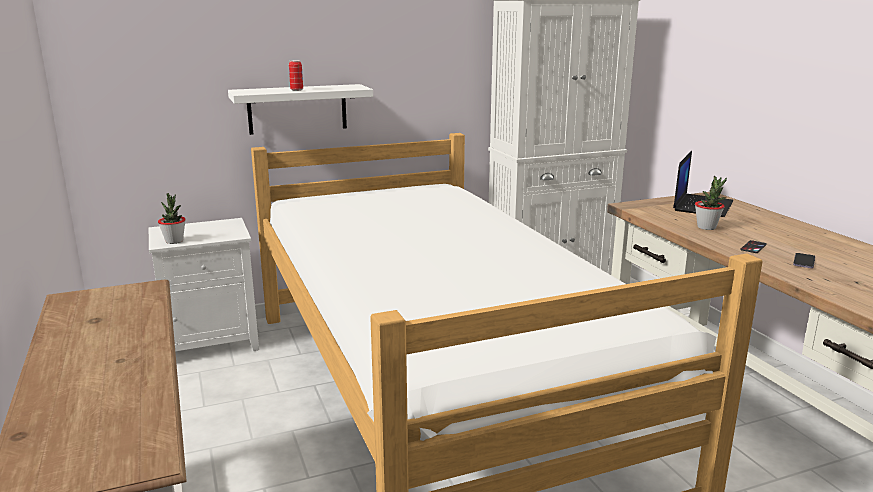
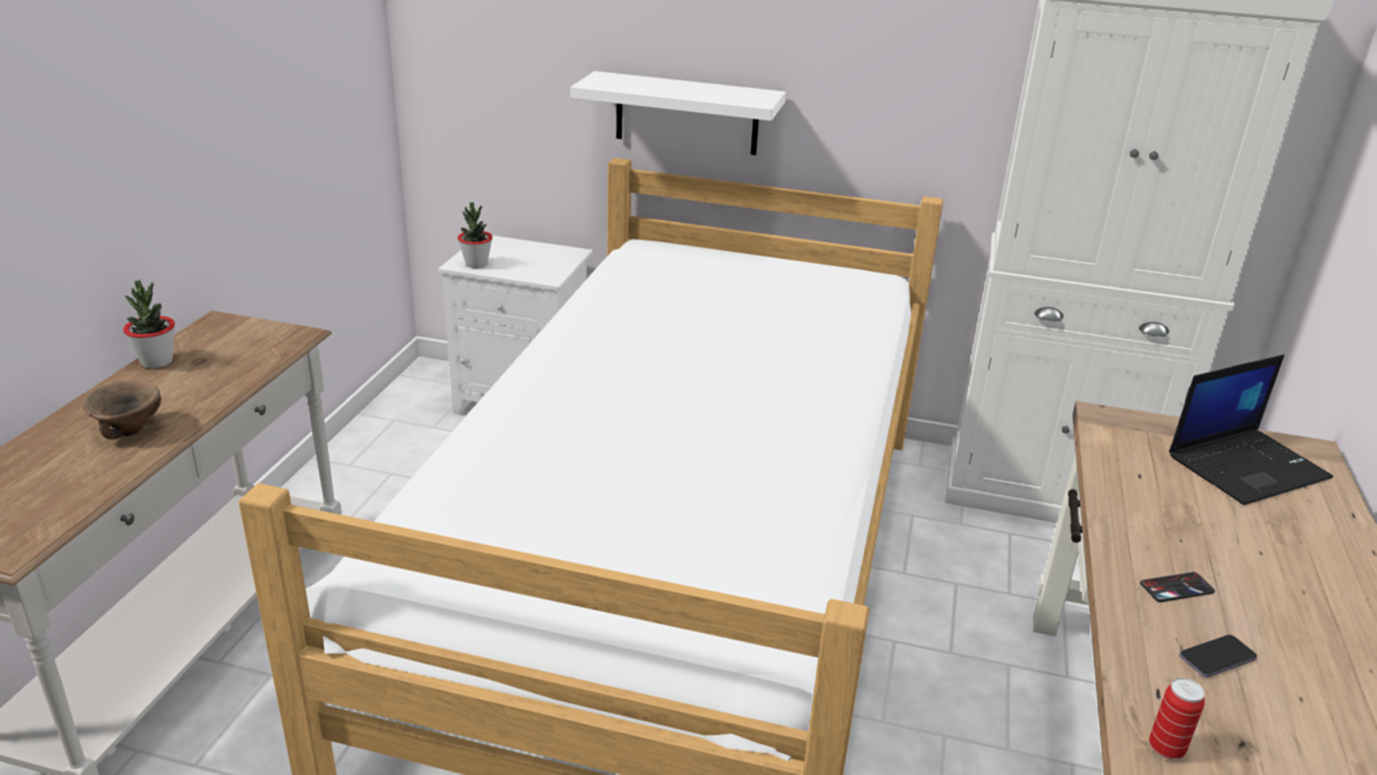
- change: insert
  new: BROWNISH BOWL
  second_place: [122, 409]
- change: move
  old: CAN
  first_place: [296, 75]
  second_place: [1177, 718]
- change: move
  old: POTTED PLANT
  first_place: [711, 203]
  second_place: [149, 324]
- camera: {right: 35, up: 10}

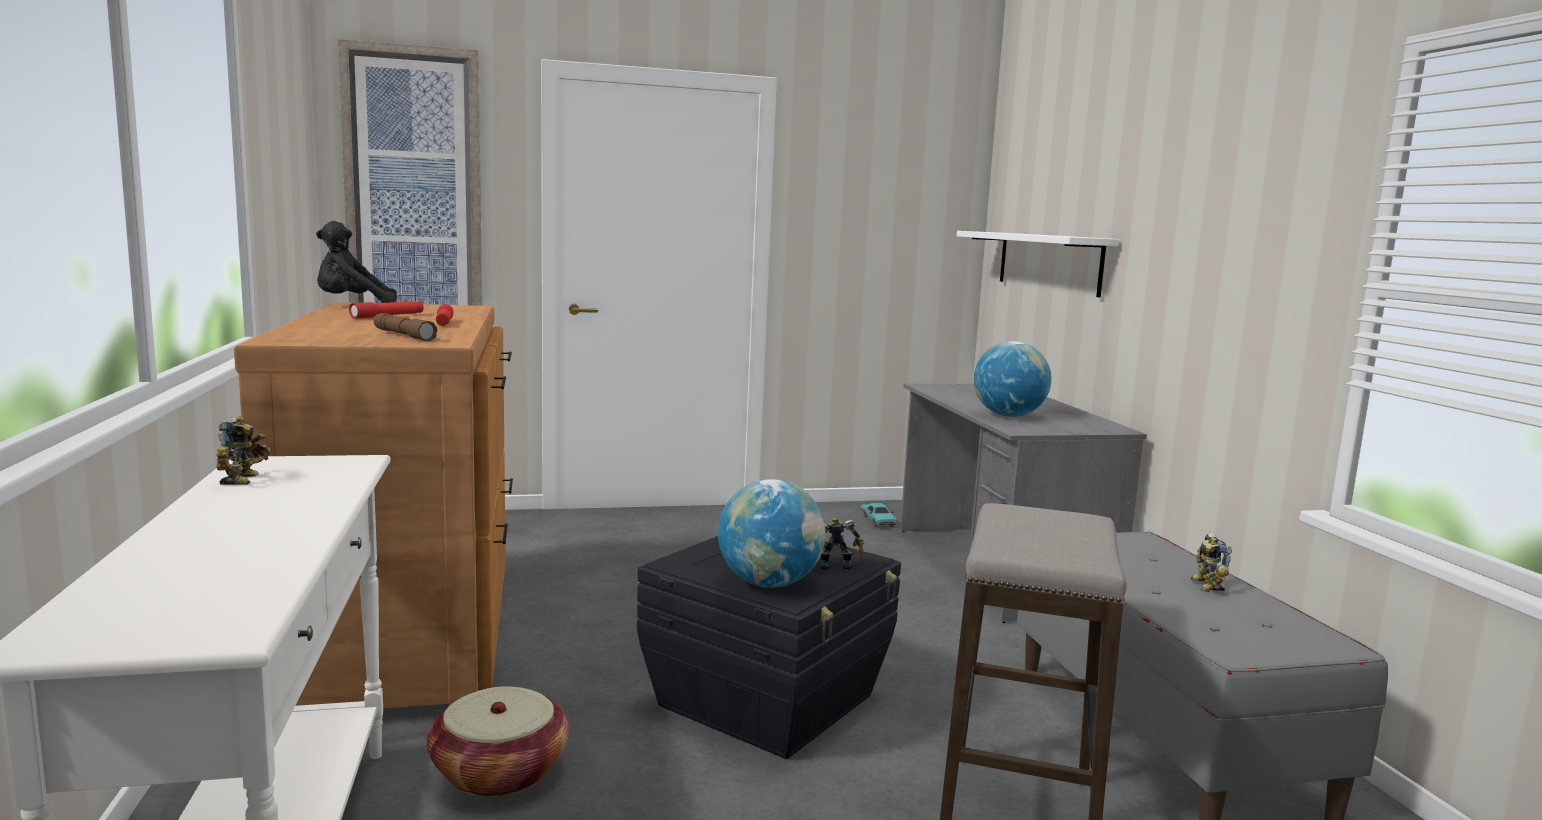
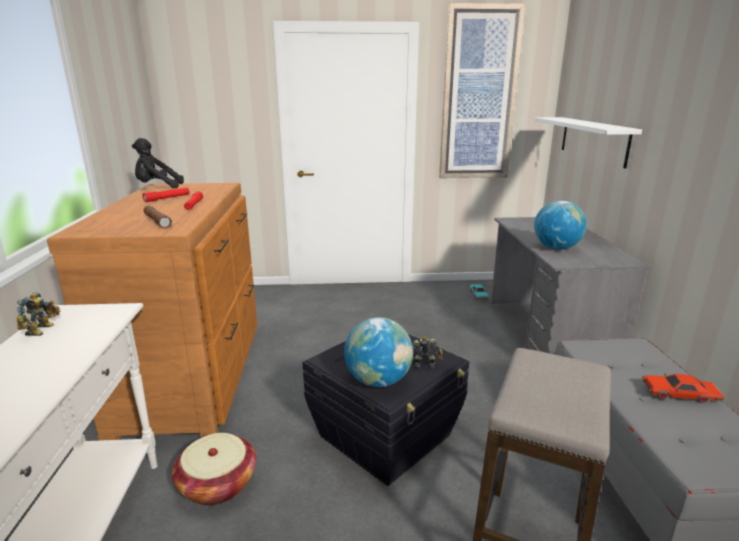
- change: move
  old: WALL PICTURE
  first_place: [410, 172]
  second_place: [482, 90]
- change: replace
  old: TOY ROBOT
  new: RED-COLOURED TOY CAR
  first_place: [1211, 561]
  second_place: [683, 388]
- camera: {right: 10, up: 10}

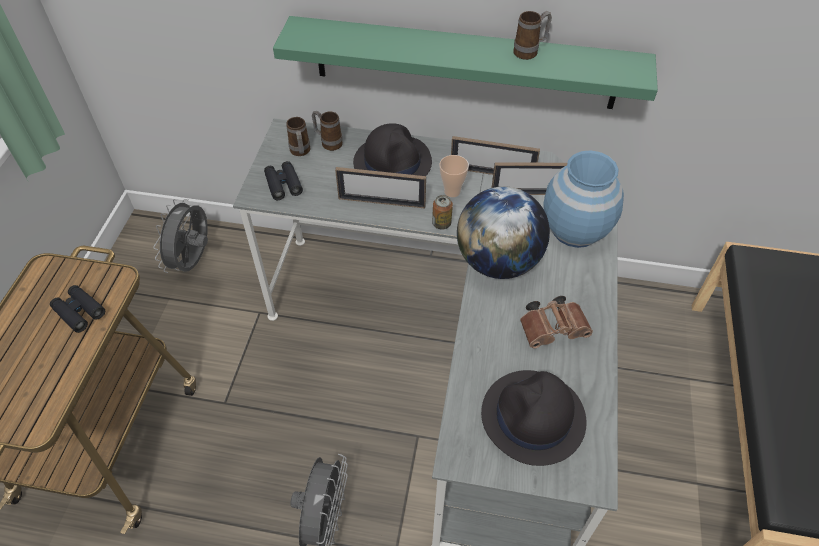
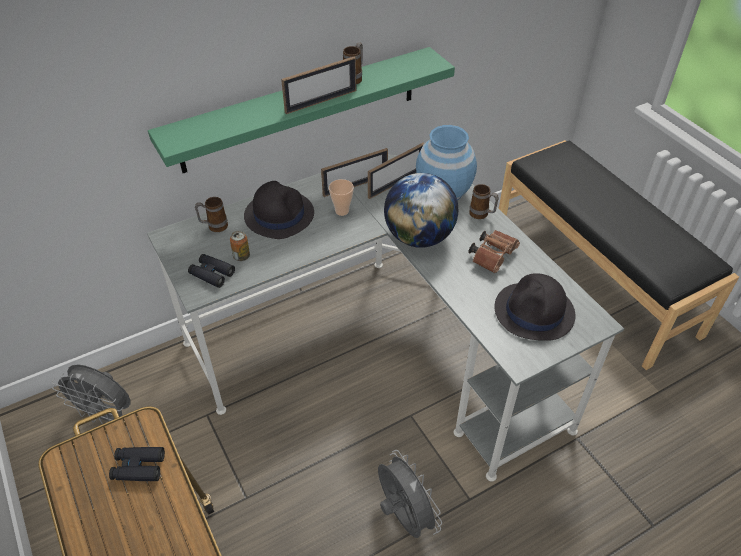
- change: move
  old: MUG
  first_place: [298, 136]
  second_place: [484, 201]
- change: move
  old: PHOTO FRAME
  first_place: [380, 188]
  second_place: [318, 85]
- change: move
  old: CAN
  first_place: [442, 212]
  second_place: [240, 246]
- change: rotate
  old: GRAY ELECTRIC FAN
  first_place: [180, 236]
  second_place: [91, 394]
  degrees: -45
- camera: {right: -40, up: -5}

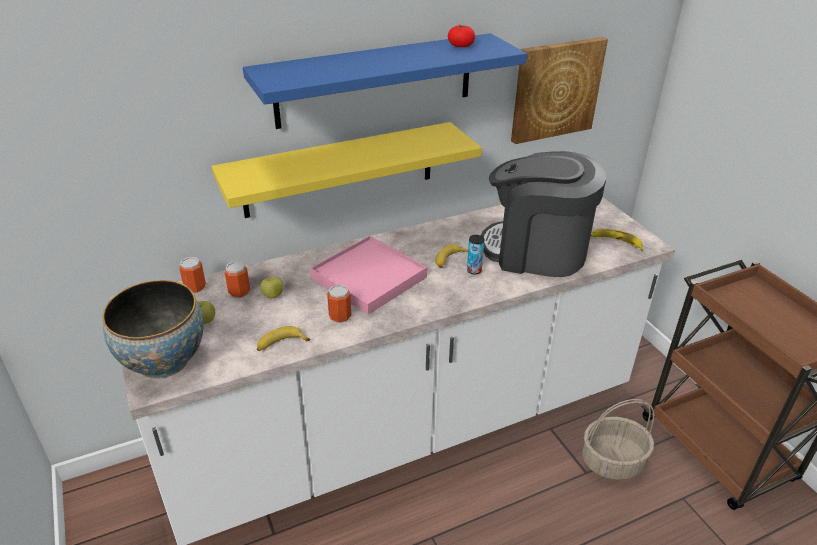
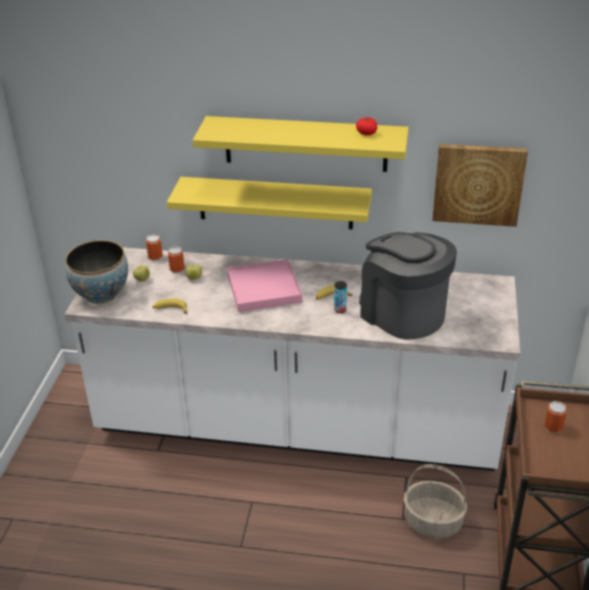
- change: delete
  old: BANANA
  first_place: [617, 240]
- change: move
  old: CAN
  first_place: [339, 303]
  second_place: [555, 417]
- change: recolor
  old: BLUISH BRACKET SHELF
  new: YELLOW-COLOURED BRACKET SHELF
  first_place: [385, 81]
  second_place: [301, 144]
- camera: {right: 35, up: 0}

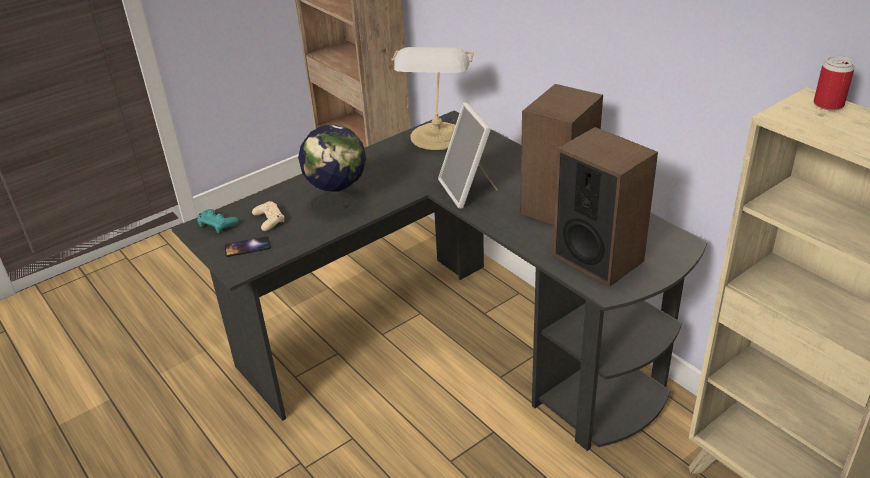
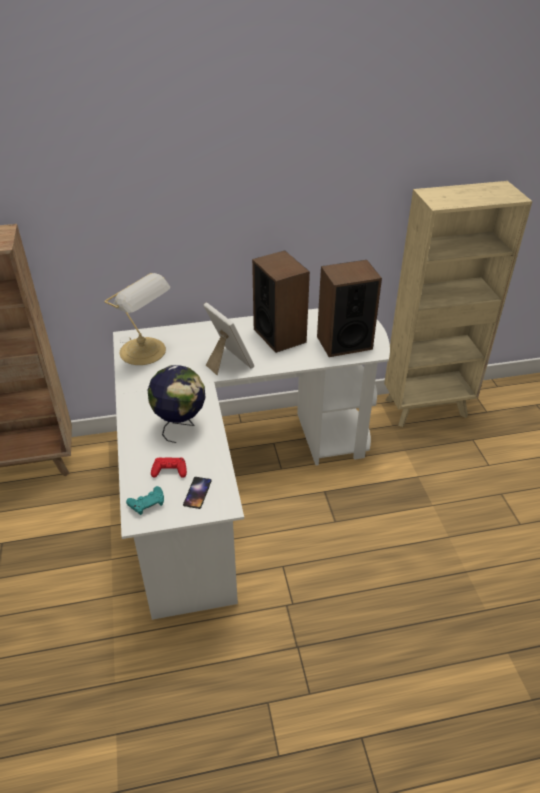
- change: delete
  old: CAN
  first_place: [834, 83]
- change: recolor
  old: BLACKISH DESK
  new: WHITE-COLOURED DESK
  first_place: [439, 280]
  second_place: [251, 464]
- change: recolor
  old: BEIGE-COLOURED GAME CONTROLLER
  new: RED-COLOURED GAME CONTROLLER
  first_place: [268, 216]
  second_place: [169, 467]
- change: rotate
  old: PHOTO FRAME
  first_place: [467, 155]
  second_place: [228, 338]
  degrees: -135
- camera: {right: -65, up: 5}

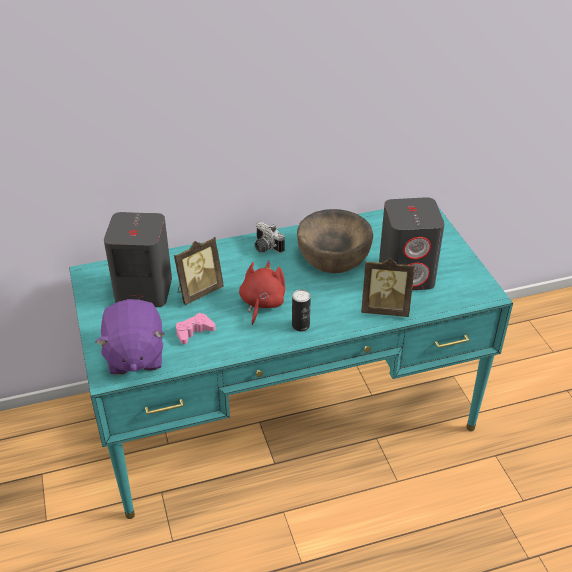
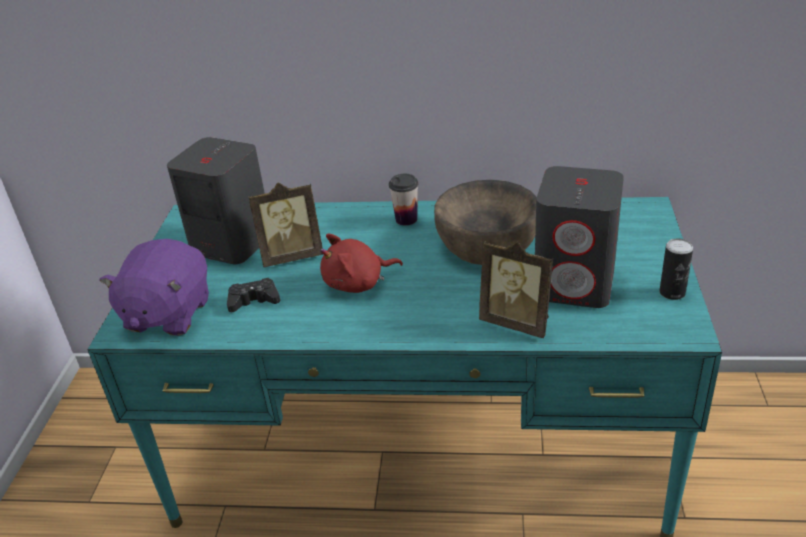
- change: move
  old: CAN
  first_place: [301, 310]
  second_place: [676, 269]
- change: replace
  old: STILL CAMERA
  new: SMALL CUP
  first_place: [270, 237]
  second_place: [403, 200]
- change: recolor
  old: PINKISH GAME CONTROLLER
  new: BLACKISH GAME CONTROLLER
  first_place: [196, 328]
  second_place: [253, 295]
- change: rotate
  old: RED-COLOURED SOFT TOY
  first_place: [262, 293]
  second_place: [361, 263]
  degrees: -150
- camera: {right: 25, up: -5}

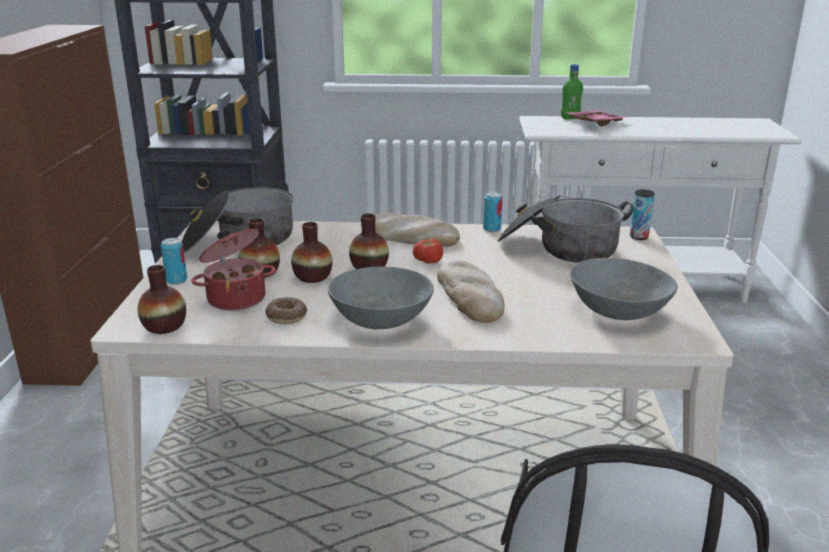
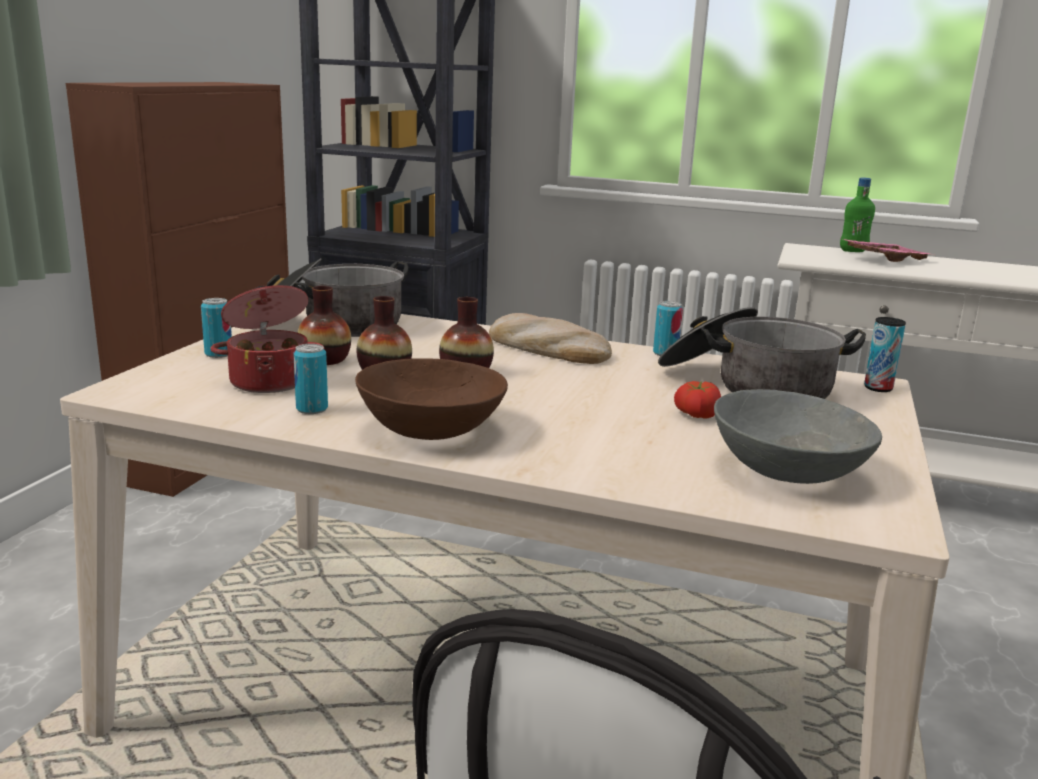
- change: delete
  old: DECORATIVE VASE
  first_place: [161, 299]
- change: delete
  old: BAKERY BREAD
  first_place: [471, 291]
- change: move
  old: FRESH TOMATO
  first_place: [428, 251]
  second_place: [697, 400]
- change: replace
  old: DOUGHNUT
  new: CAN
  first_place: [286, 310]
  second_place: [310, 379]
- change: recolor
  old: GRAY BOWL
  new: BROWNISH BOWL
  first_place: [381, 298]
  second_place: [431, 399]
- camera: {right: 15, up: -5}

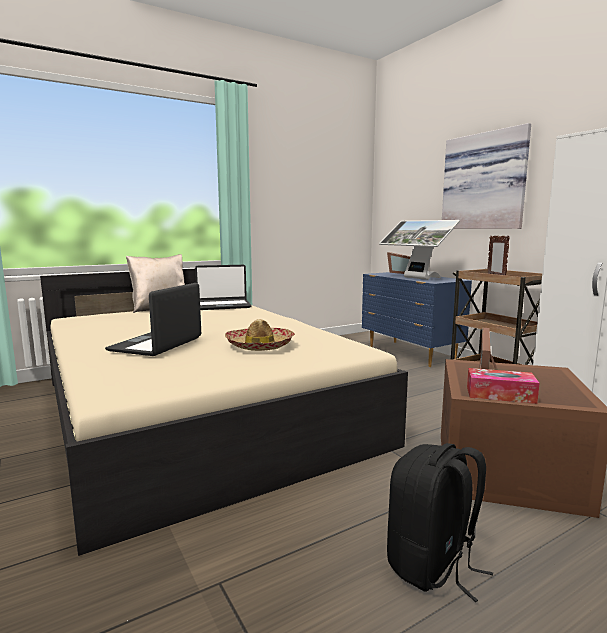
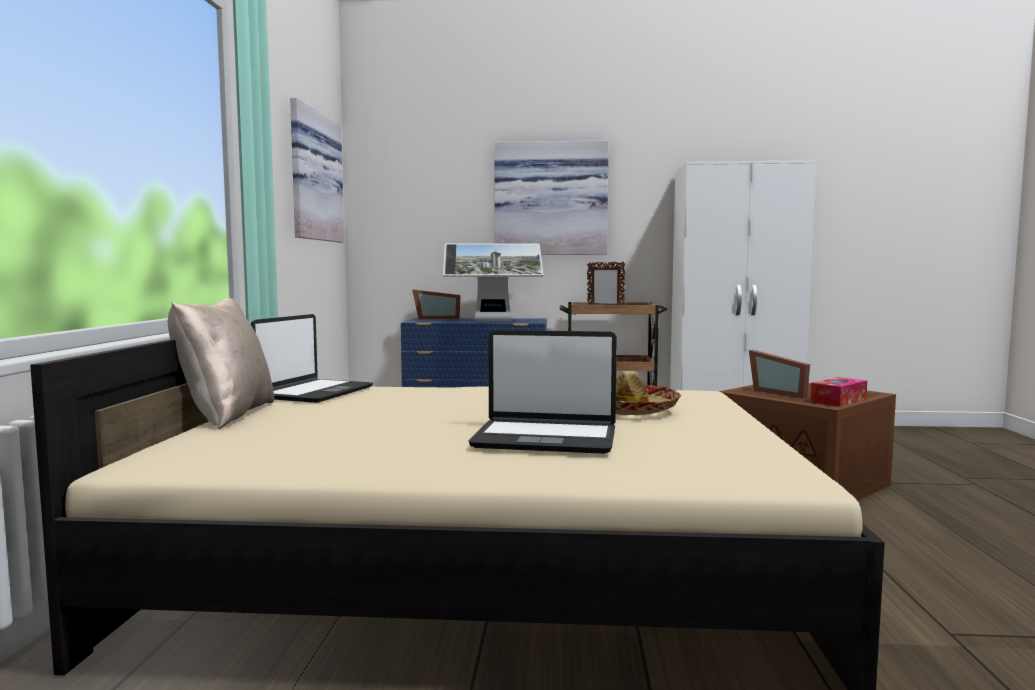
- change: delete
  old: BLACKISH RUCKSACK
  first_place: [440, 522]
- change: insert
  new: WALL PICTURE
  second_place: [317, 169]
- change: rotate
  old: NOTEBOOK COMPUTER
  first_place: [153, 319]
  second_place: [543, 392]
  degrees: -45
- camera: {right: -55, up: -5}

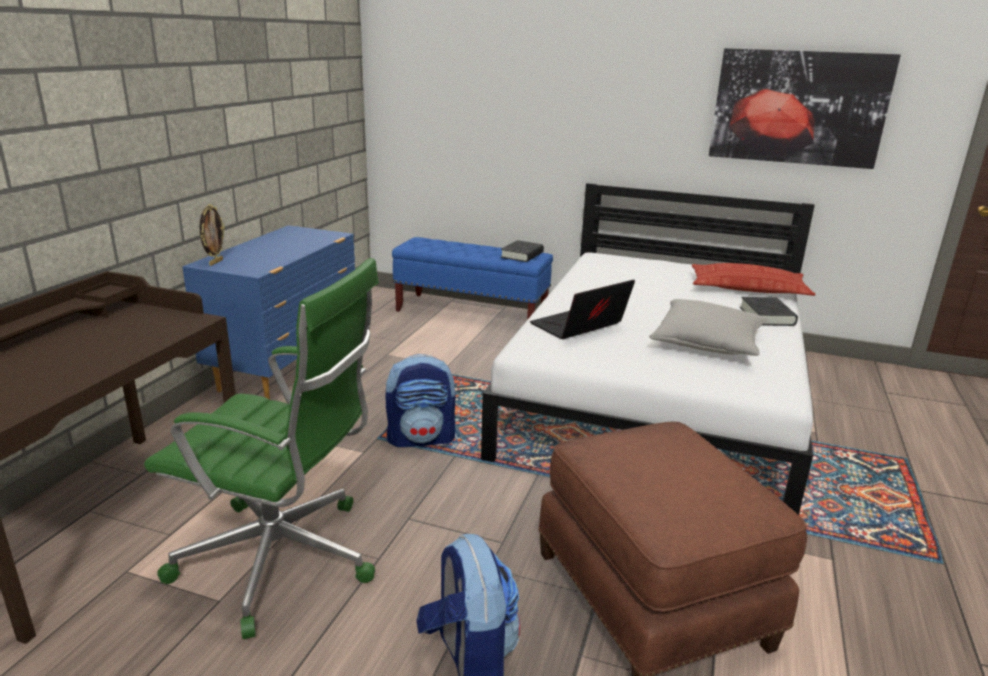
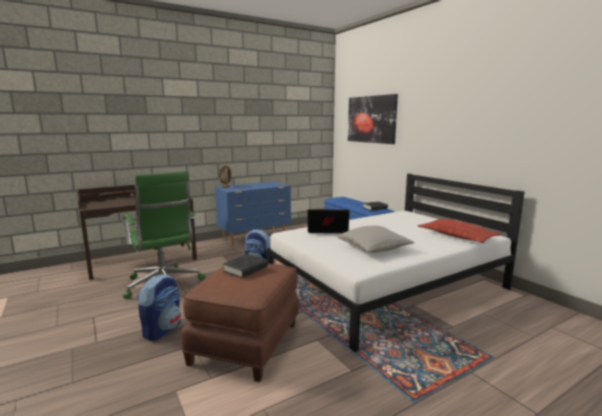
- change: move
  old: WALL PICTURE
  first_place: [805, 108]
  second_place: [373, 119]
- change: move
  old: BLACKISH VOLUME
  first_place: [769, 311]
  second_place: [245, 266]
- camera: {right: 40, up: -10}

